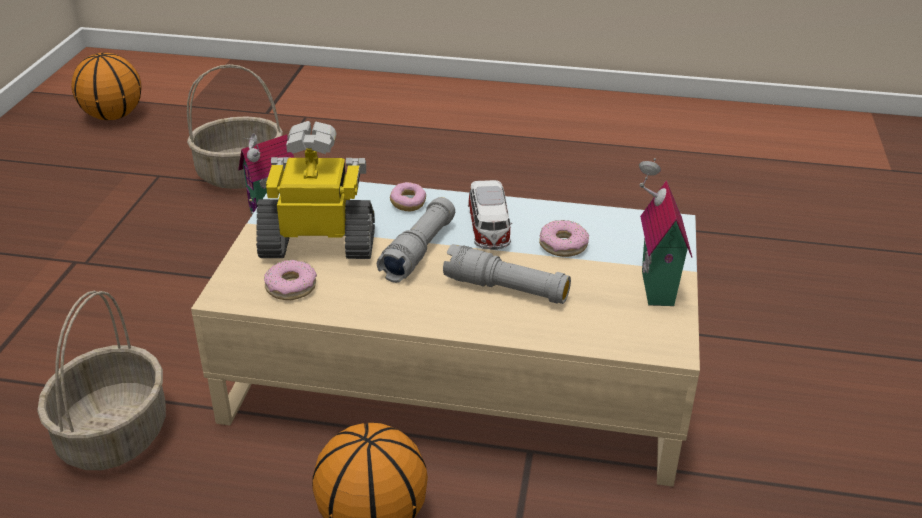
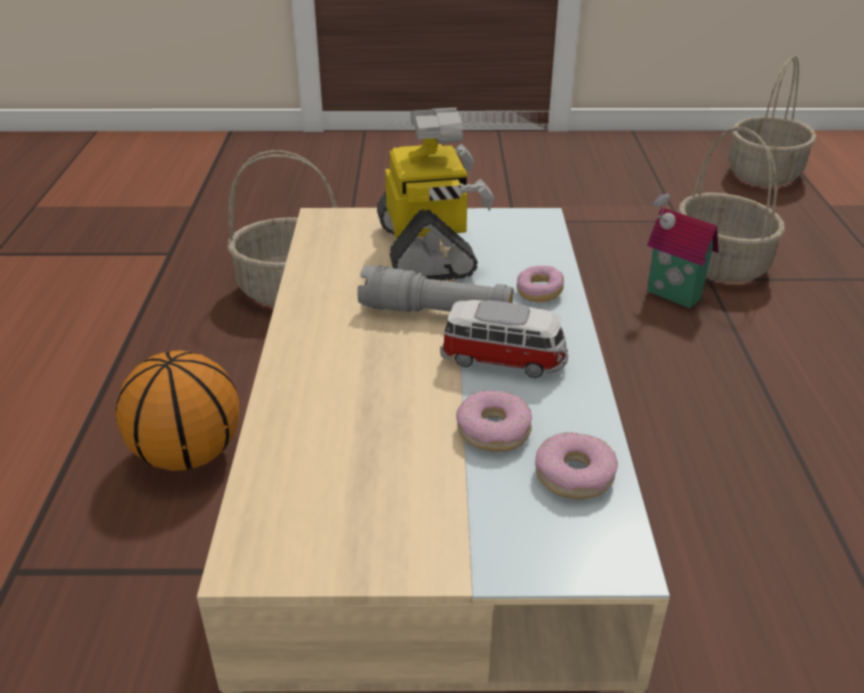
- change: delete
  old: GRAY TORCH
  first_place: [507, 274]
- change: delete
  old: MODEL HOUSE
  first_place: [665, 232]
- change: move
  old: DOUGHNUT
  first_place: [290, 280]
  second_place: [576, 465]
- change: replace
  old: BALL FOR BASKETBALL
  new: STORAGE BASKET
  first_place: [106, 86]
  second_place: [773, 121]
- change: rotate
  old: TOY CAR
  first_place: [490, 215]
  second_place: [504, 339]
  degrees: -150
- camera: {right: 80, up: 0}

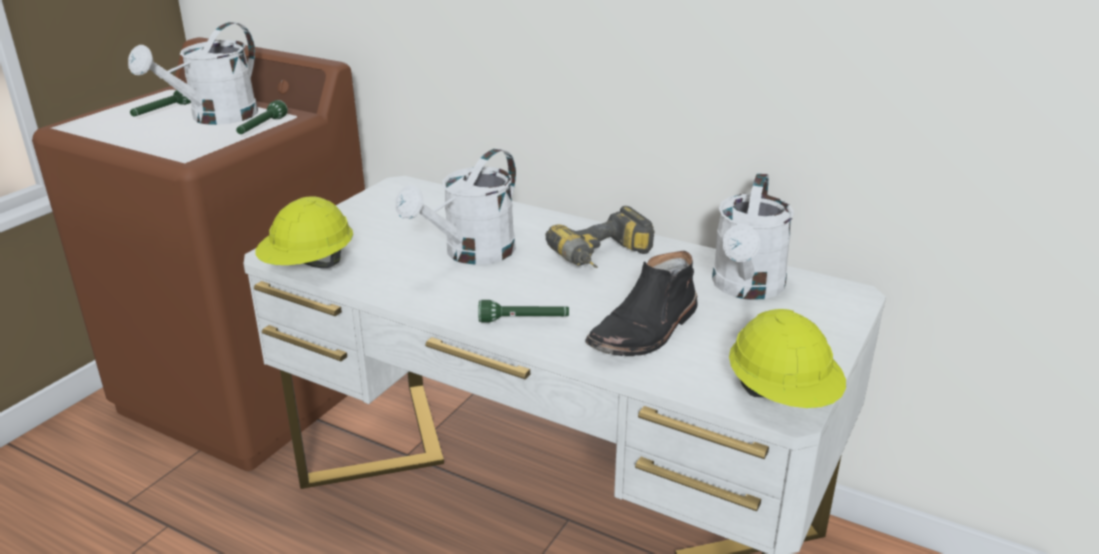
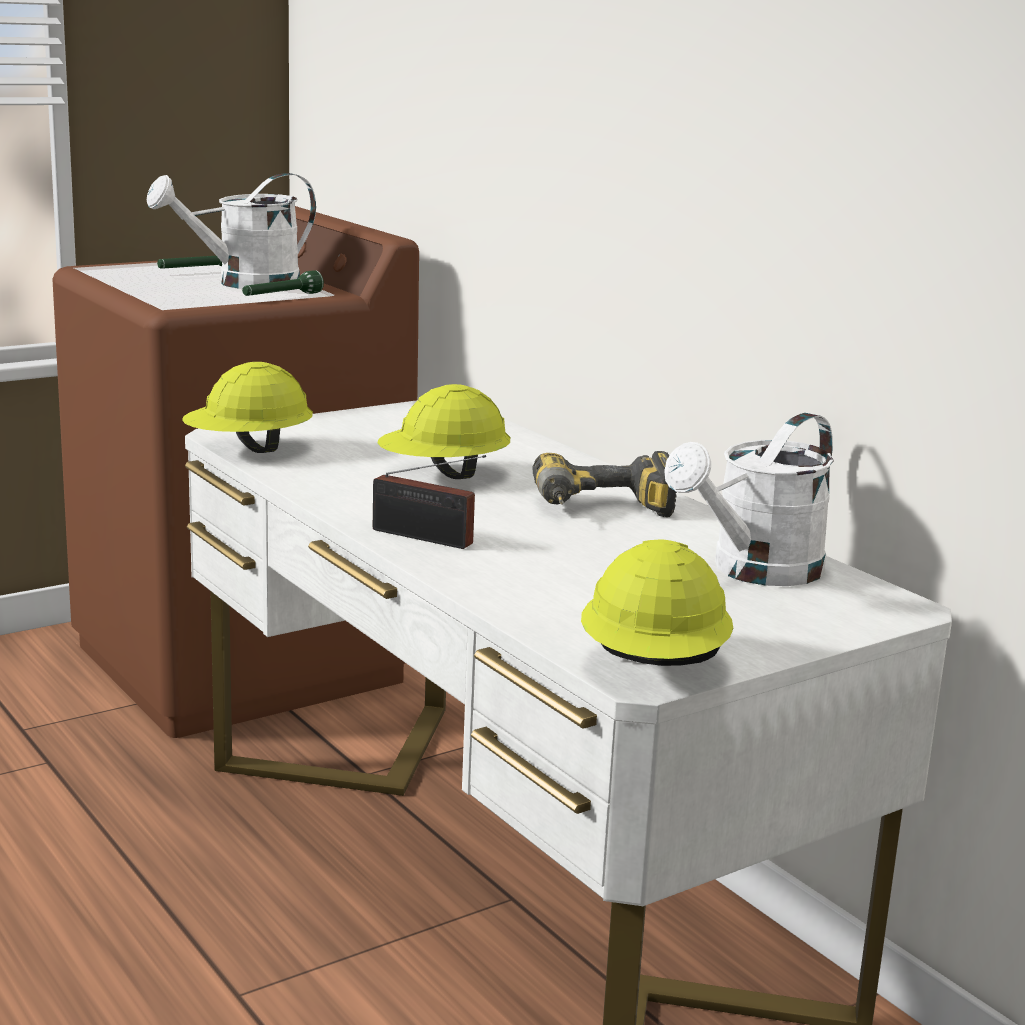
- change: delete
  old: BLACKISH TALL BOOT
  first_place: [641, 303]
- change: replace
  old: WHITE-COLOURED WATERING POT
  new: YELLOW-COLOURED WORK HELMET
  first_place: [455, 206]
  second_place: [444, 431]
- change: replace
  old: GREEN TORCH
  new: RADIO SET
  first_place: [523, 311]
  second_place: [429, 502]
- camera: {right: 25, up: -10}

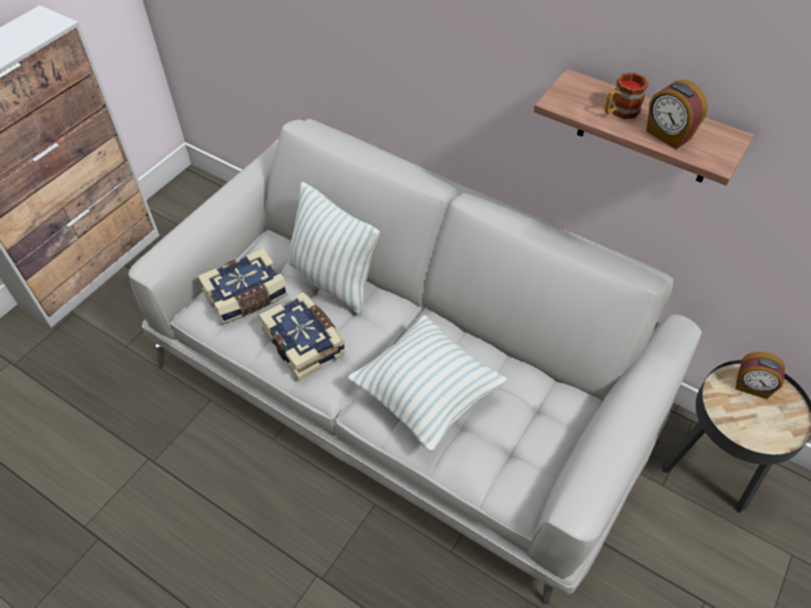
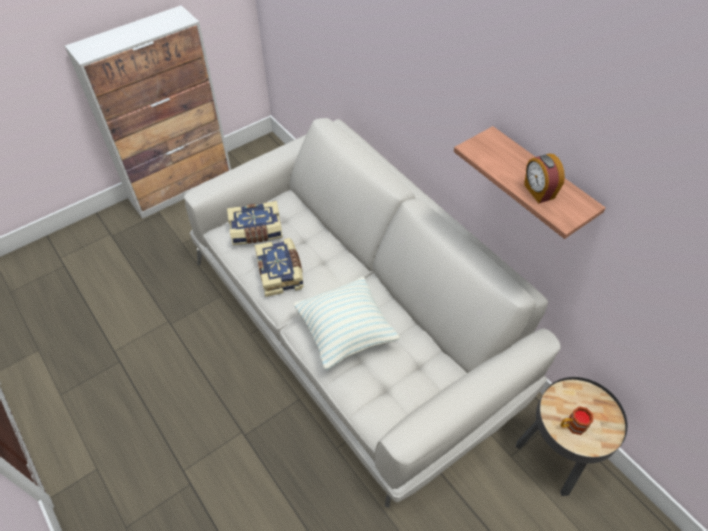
- change: delete
  old: THROW PILLOW
  first_place: [334, 248]
- change: delete
  old: BEDSIDE CLOCK
  first_place: [760, 375]
- change: move
  old: MUG
  first_place: [627, 96]
  second_place: [577, 420]
- camera: {right: 20, up: 0}

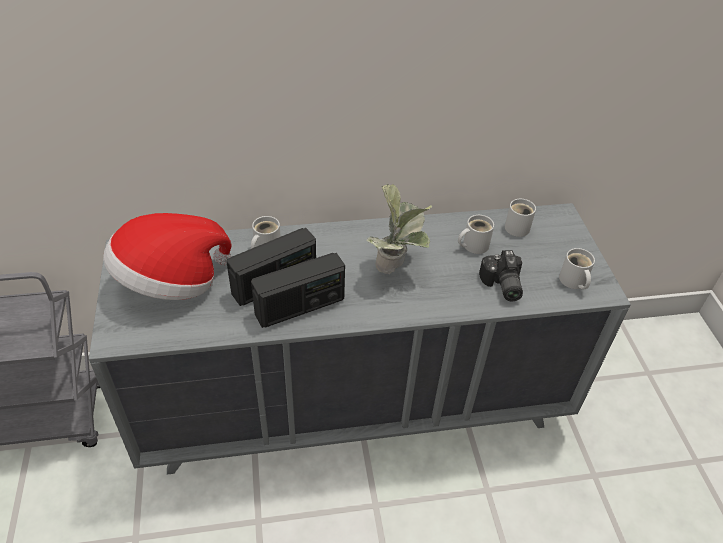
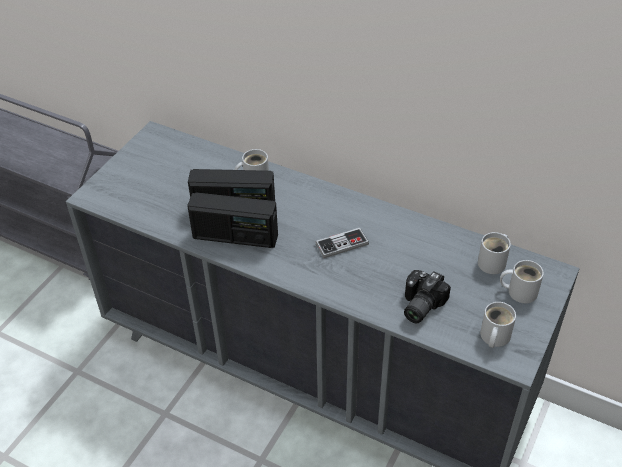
- change: delete
  old: HAT
  first_place: [167, 256]
- change: move
  old: WHITE-COLOURED MUG
  first_place: [476, 234]
  second_place: [522, 281]
- change: replace
  old: POTTED PLANT
  new: GAME CONTROLLER
  first_place: [399, 229]
  second_place: [342, 243]
- camera: {right: 40, up: 0}

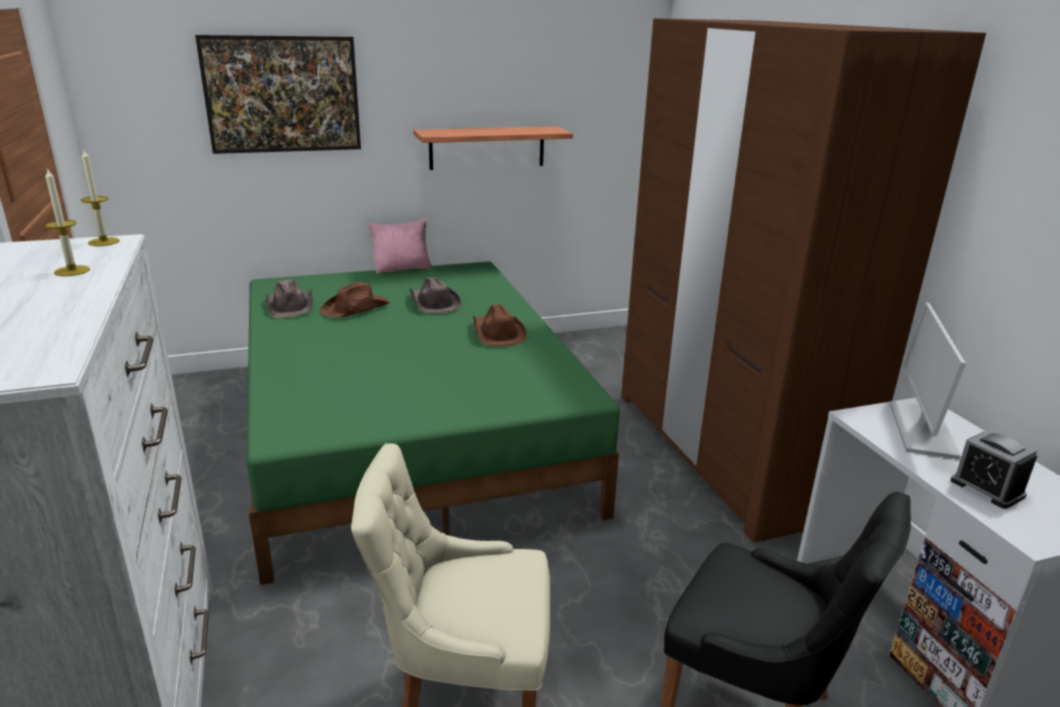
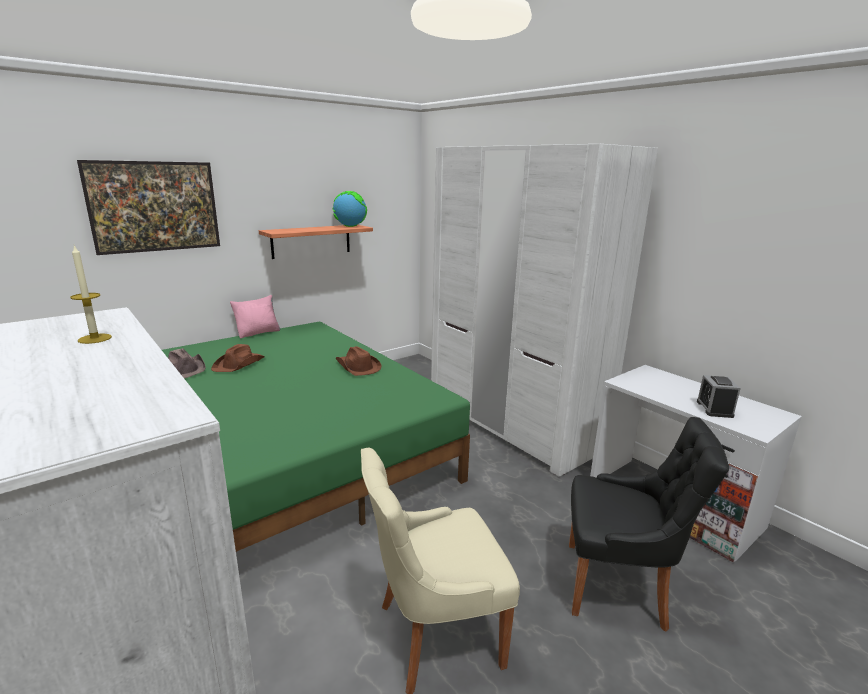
- change: delete
  old: CANDLE
  first_place: [100, 197]
- change: delete
  old: BROWNISH HAT
  first_place: [435, 295]
- change: delete
  old: COMPUTER SCREEN
  first_place: [928, 381]
- change: insert
  new: DESK GLOBE
  second_place: [349, 209]
- change: recolor
  old: BROWNISH ARMOIRE
  new: WHITE-COLOURED ARMOIRE
  first_place: [803, 280]
  second_place: [544, 310]
- change: rotate
  old: BEDSIDE CLOCK
  first_place: [994, 469]
  second_place: [719, 396]
  degrees: 60
- camera: {right: -20, up: -5}

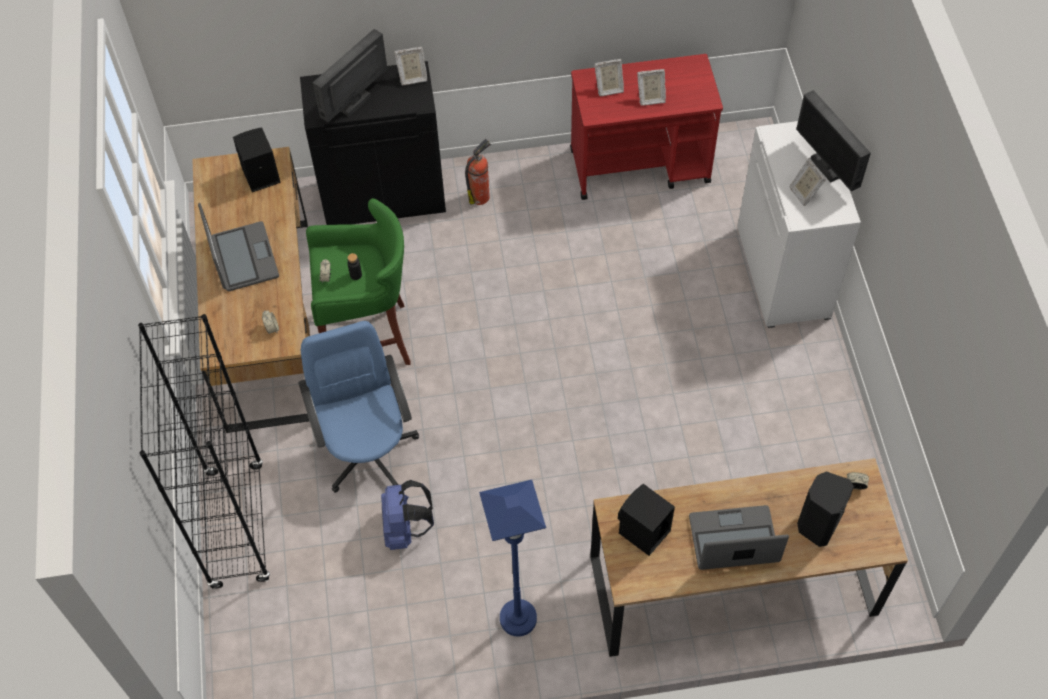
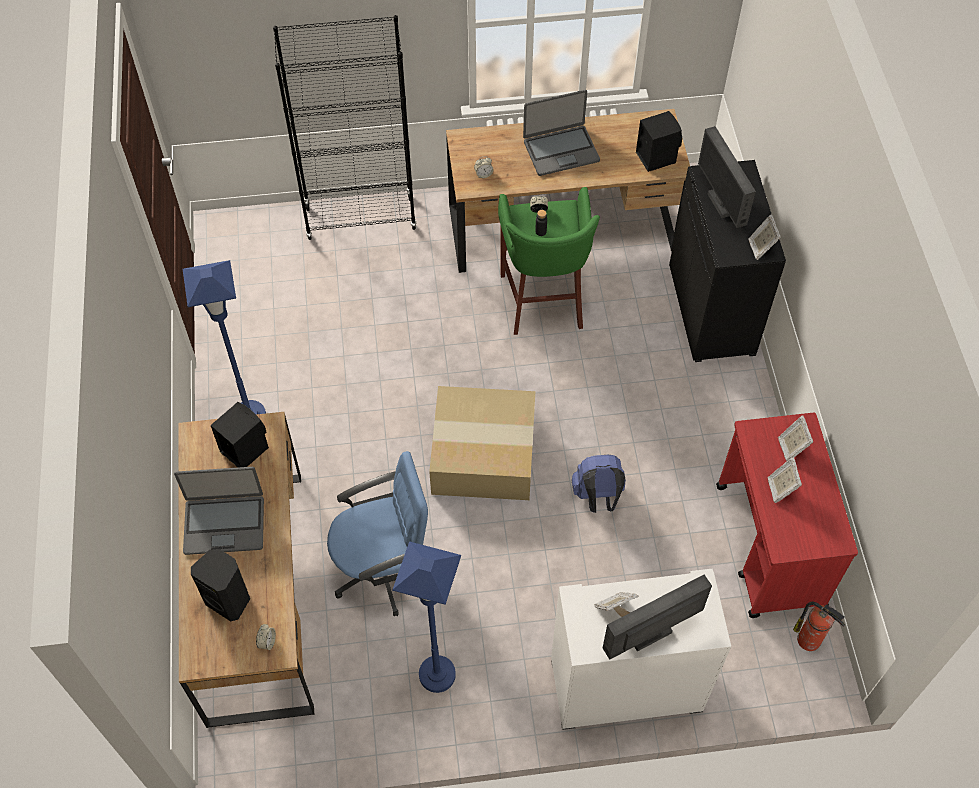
- change: insert
  new: BLUISH STANDARD LAMP
  second_place: [426, 617]
- change: insert
  new: PACKING BOX
  second_place: [482, 443]
- change: move
  old: BLUISH COMPUTER CHAIR
  first_place: [358, 407]
  second_place: [377, 533]
- change: move
  old: BLUISH RUCKSACK
  first_place: [407, 515]
  second_place: [599, 484]
- change: move
  old: EXTINGUISHER
  first_place: [478, 172]
  second_place: [819, 626]
- change: rotate
  old: COMPUTER SCREEN
  first_place: [350, 75]
  second_place: [727, 177]
  degrees: -150
- change: rotate
  old: NOTEBOOK COMPUTER
  first_place: [739, 537]
  second_place: [219, 511]
  degrees: 90
- camera: {right: 90, up: 0}

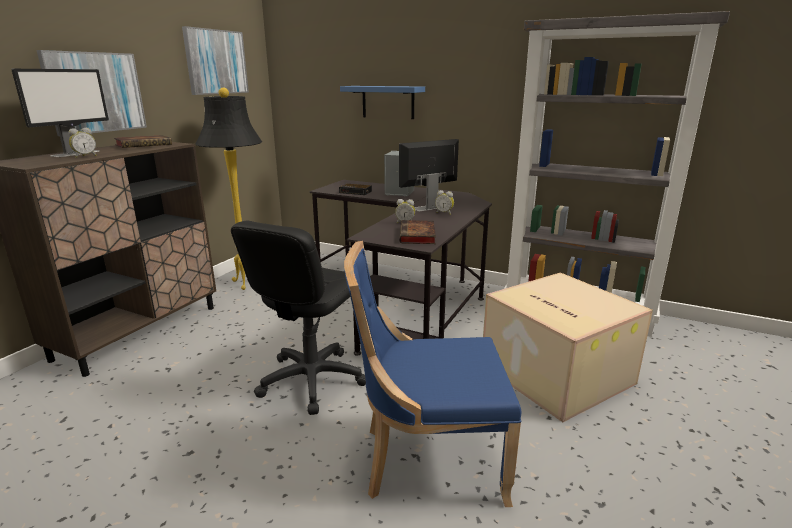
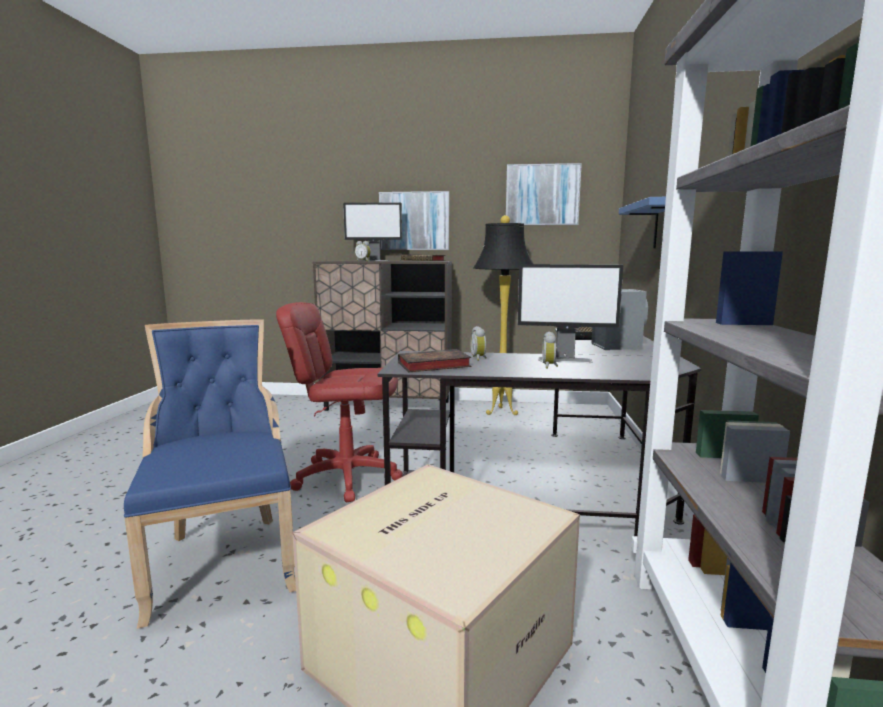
- change: recolor
  old: BLACKISH COMPUTER CHAIR
  new: RED-COLOURED COMPUTER CHAIR
  first_place: [298, 318]
  second_place: [339, 402]
- change: rotate
  old: COMPUTER SCREEN
  first_place: [429, 175]
  second_place: [570, 313]
  degrees: 150
- camera: {right: 70, up: -10}

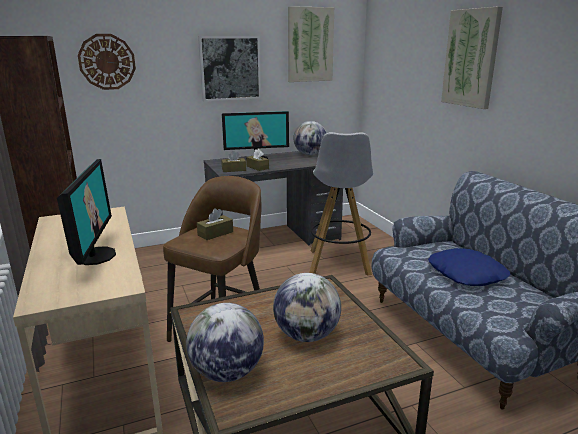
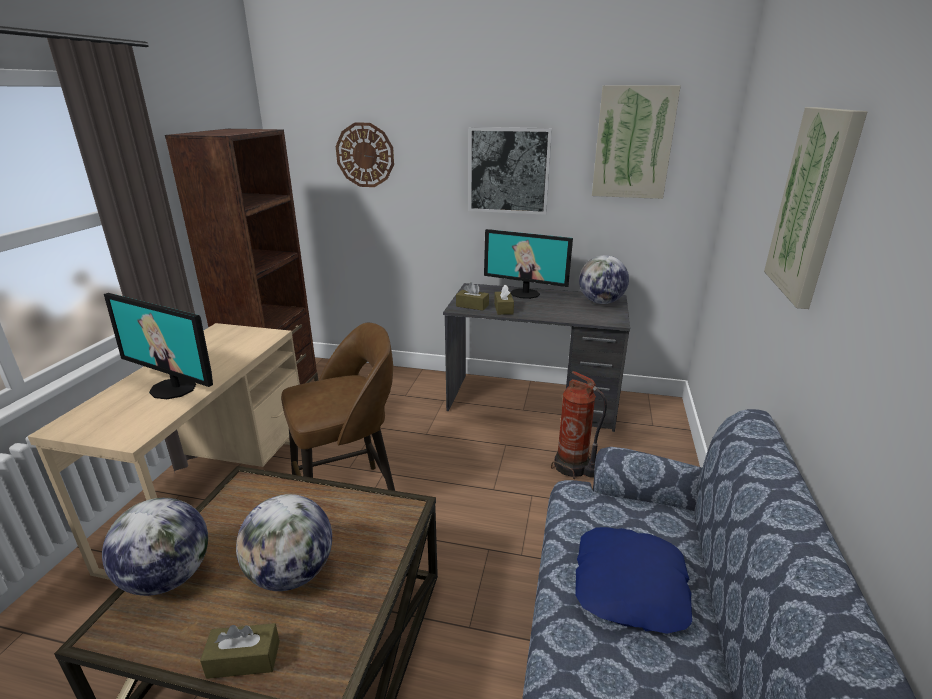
- change: move
  old: BROWNISH TISSUE HOLDER
  first_place: [215, 224]
  second_place: [240, 651]
- change: replace
  old: WHITE-COLOURED STOOL SEAT
  new: EXTINGUISHER
  first_place: [341, 204]
  second_place: [579, 425]
- change: rotate
  old: COMPUTER SCREEN
  first_place: [86, 212]
  second_place: [158, 346]
  degrees: 90
- camera: {right: 35, up: 5}

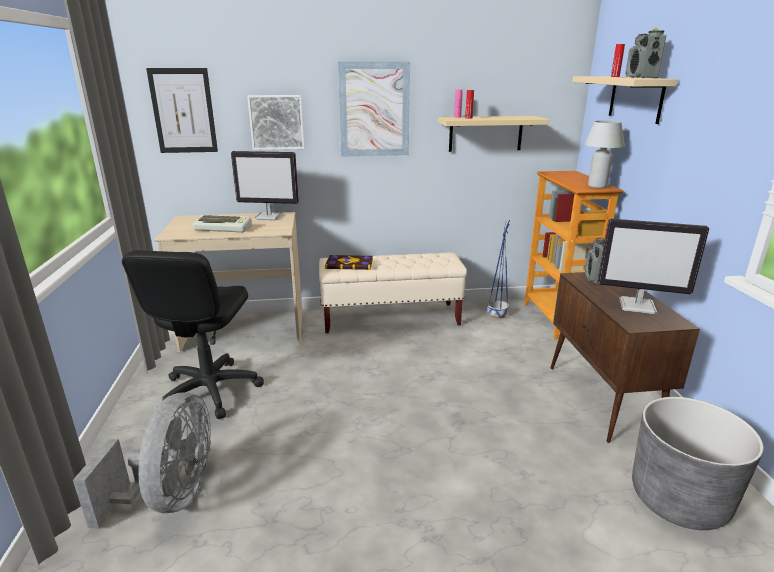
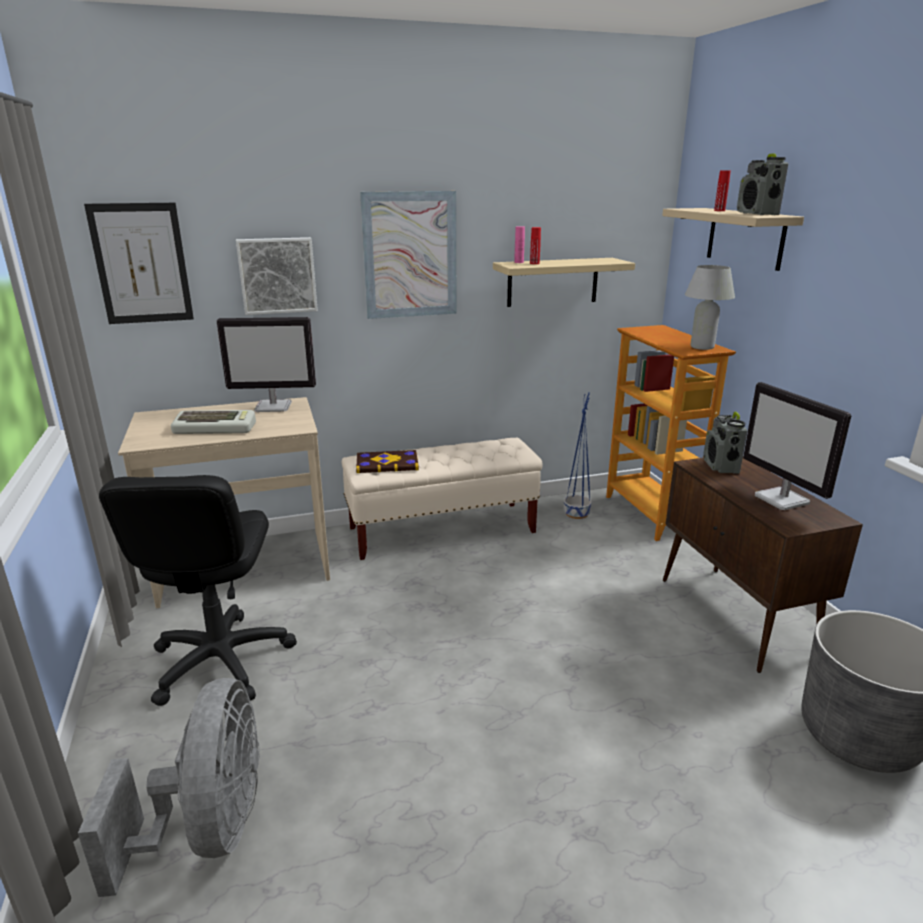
- change: rotate
  old: COMPUTER SCREEN
  first_place: [653, 266]
  second_place: [797, 446]
  degrees: 60
- camera: {right: -10, up: 0}

